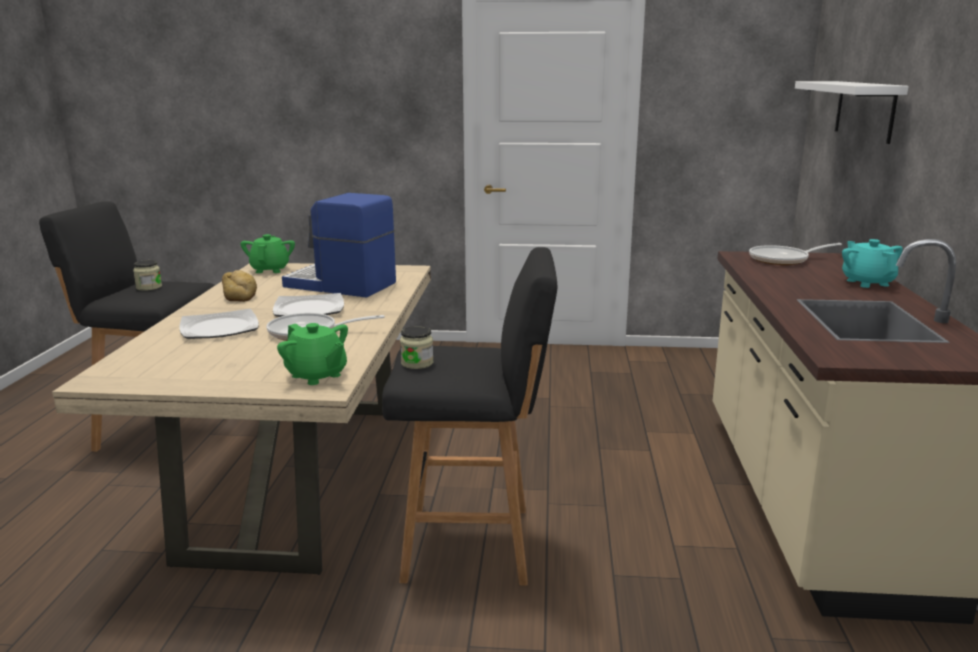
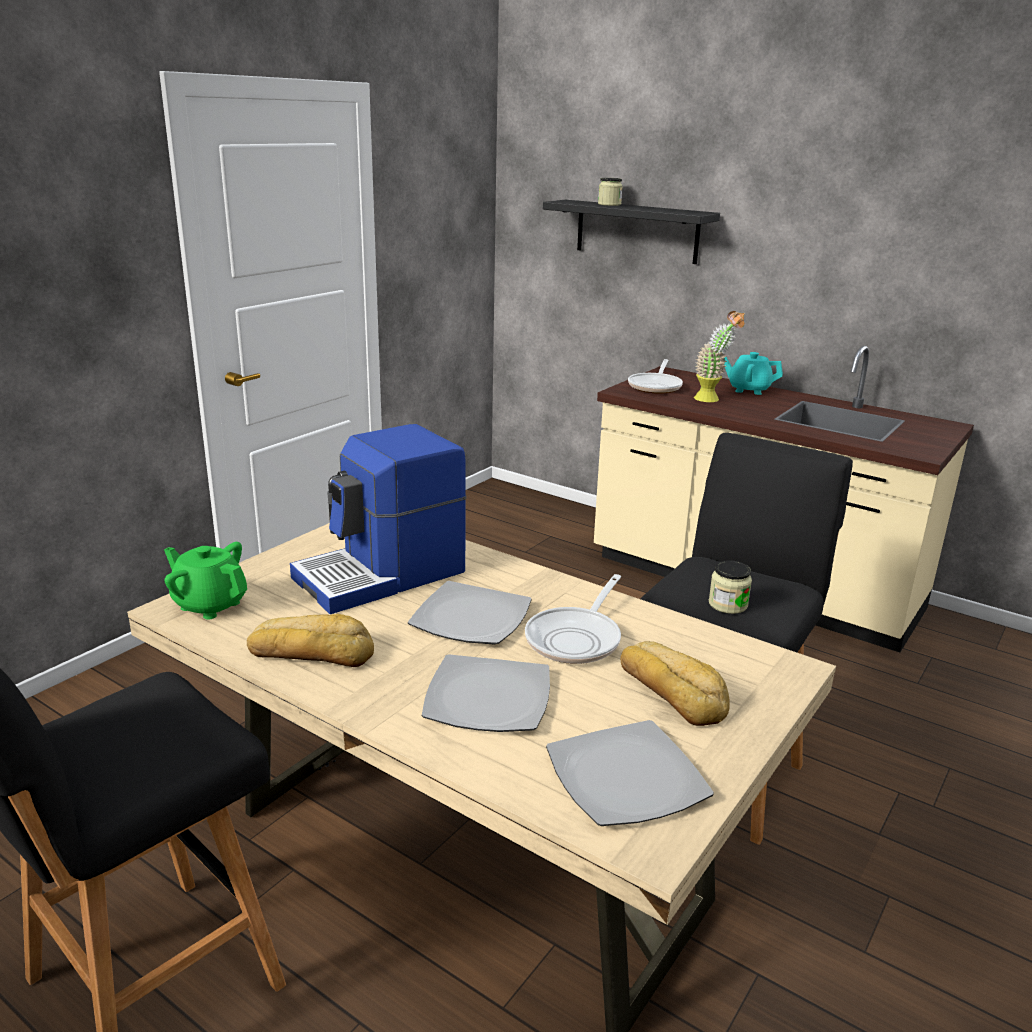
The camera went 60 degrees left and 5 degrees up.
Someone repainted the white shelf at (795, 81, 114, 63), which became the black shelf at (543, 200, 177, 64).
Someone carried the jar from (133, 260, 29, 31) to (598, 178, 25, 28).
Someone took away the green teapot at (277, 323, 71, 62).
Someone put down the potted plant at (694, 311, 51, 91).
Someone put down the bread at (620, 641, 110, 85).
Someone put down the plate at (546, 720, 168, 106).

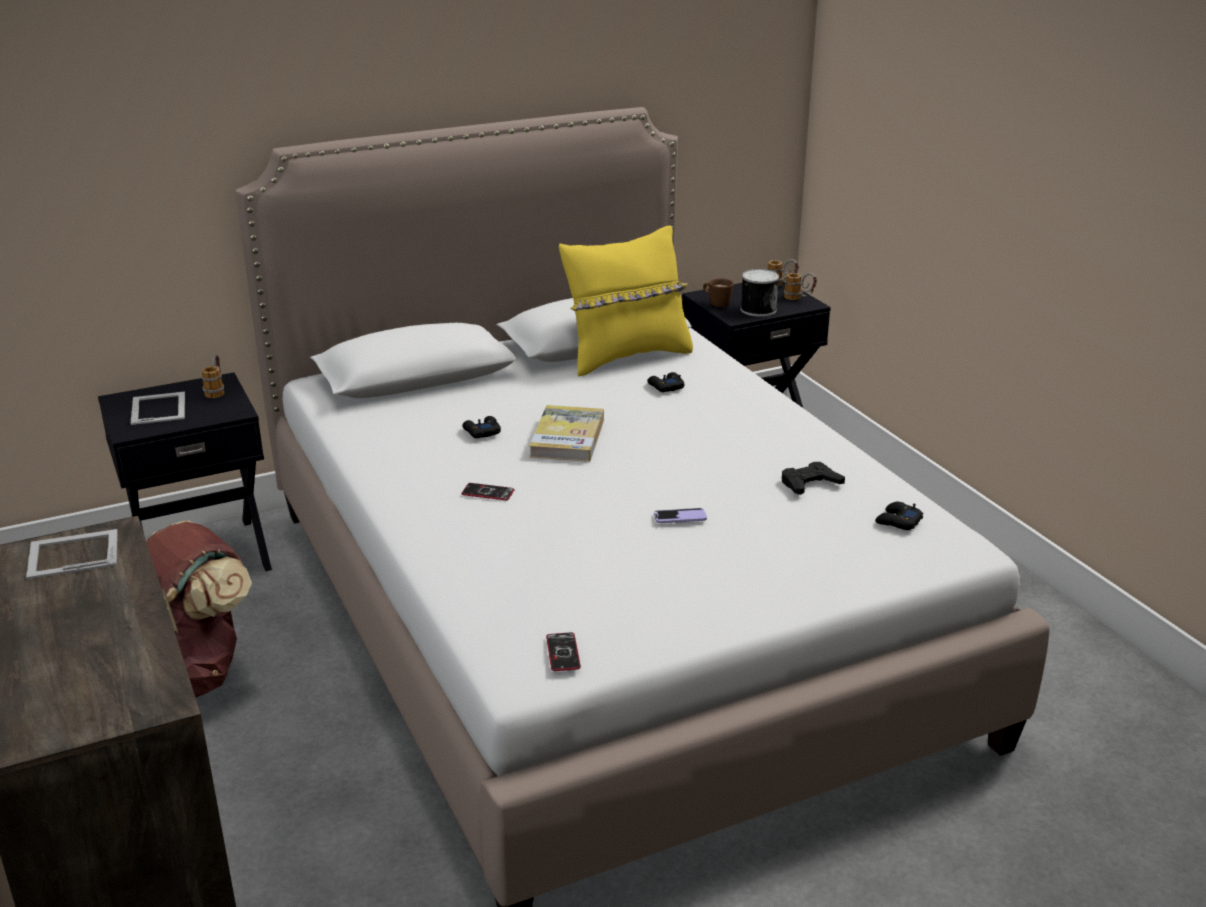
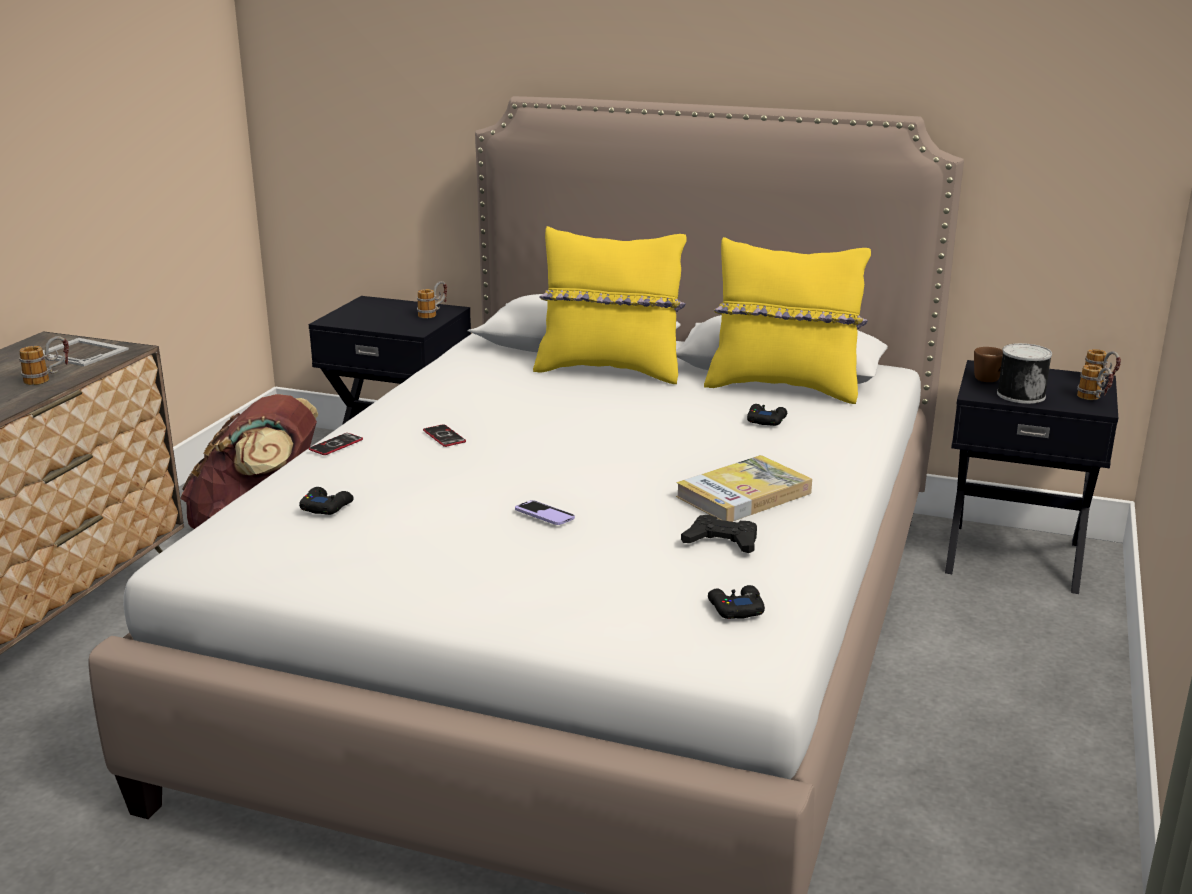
The camera went 45 degrees right and 5 degrees down.
Someone took away the picture frame at (131, 391, 54, 34).
Someone carried the book from (529, 405, 75, 57) to (676, 455, 136, 67).
Someone carried the black game controller from (462, 416, 39, 22) to (299, 487, 55, 28).
Someone carried the phone from (546, 632, 35, 39) to (309, 433, 54, 22).
Someone put down the yellow pillow at (533, 226, 153, 158).
Someone put down the mug at (19, 336, 50, 49).

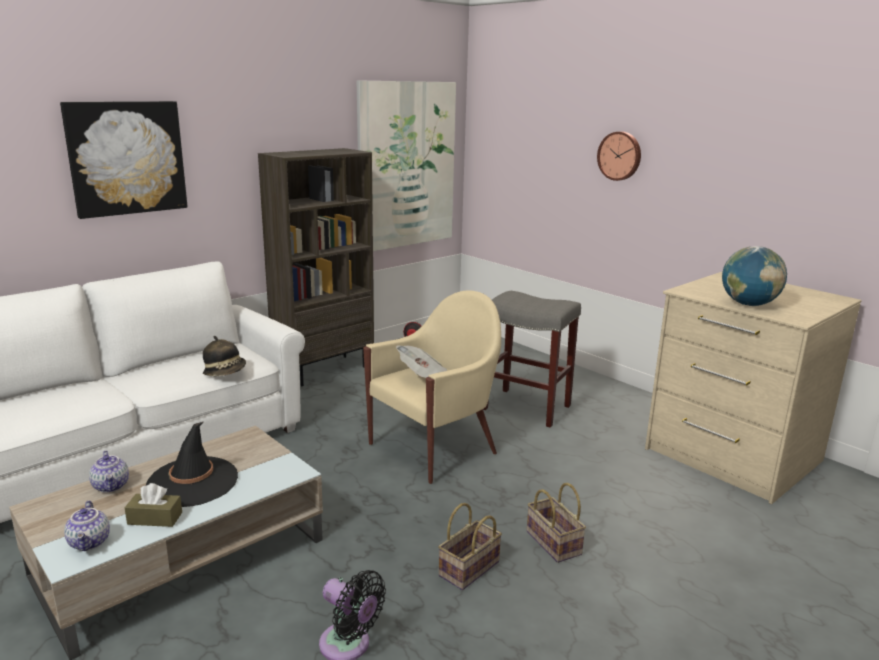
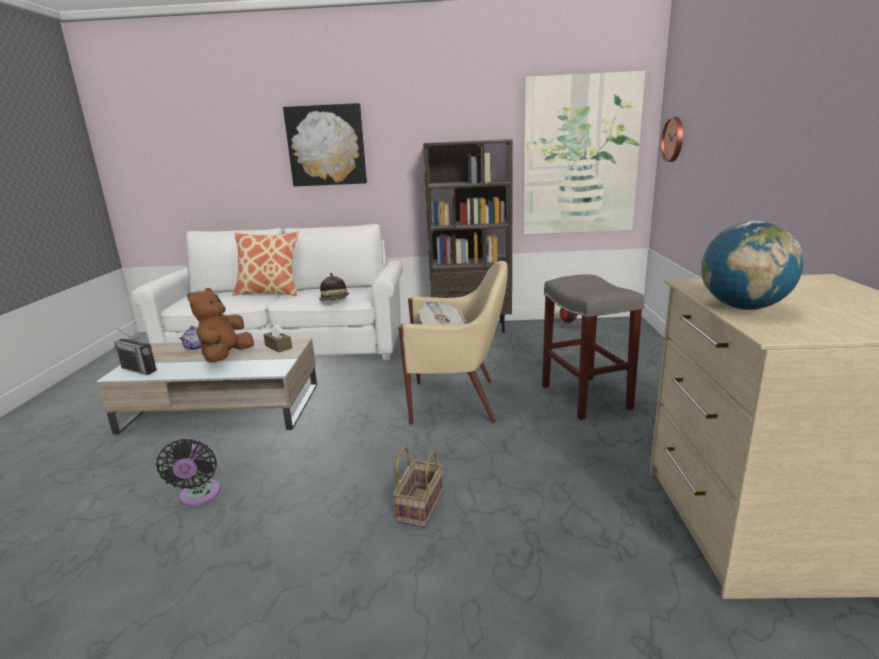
The camera went 45 degrees right and 0 degrees up.
Someone carried the wall clock from (597, 131, 44, 50) to (661, 117, 22, 45).
Someone swapped the black hat at (146, 422, 92, 85) for the brown plush toy at (187, 288, 67, 75).
Someone carried the brown tissue box from (125, 483, 57, 44) to (264, 324, 28, 29).
Someone swapped the teapot at (64, 501, 46, 50) for the radio at (114, 329, 43, 46).
Someone took away the basket at (438, 503, 64, 87).
Someone put down the pillow at (232, 231, 67, 65).

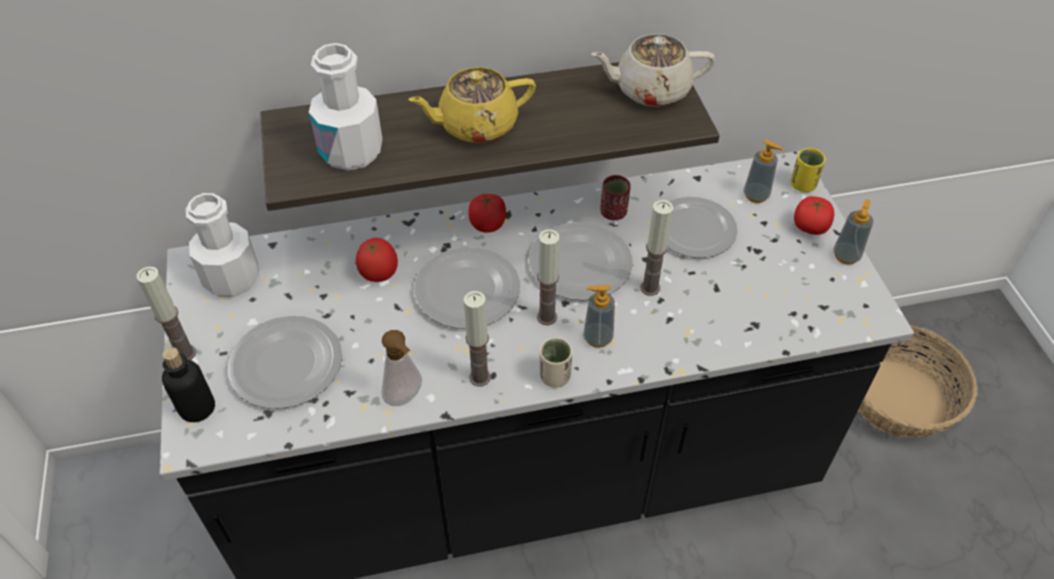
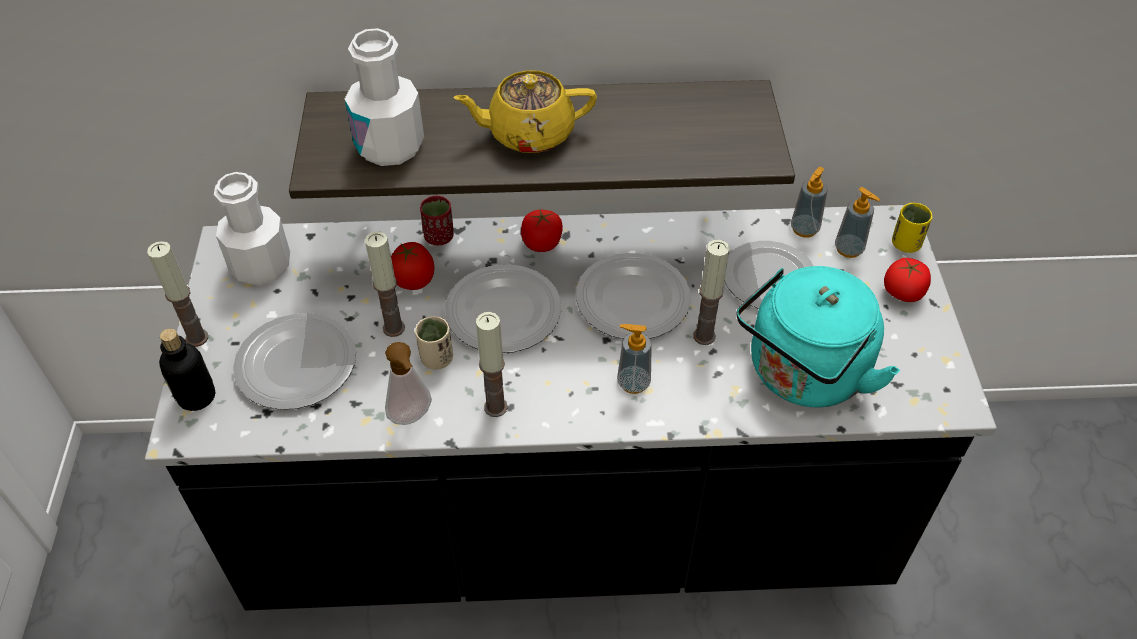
The camera went 10 degrees right and 0 degrees up.
Someone took away the beige teapot at (591, 34, 124, 73).
Someone carried the red cup from (600, 175, 31, 45) to (420, 195, 34, 51).
Someone carried the soap dispenser from (833, 199, 40, 66) to (791, 167, 37, 71).
Someone carried the candle from (537, 229, 23, 96) to (365, 231, 40, 106).
Someone took away the basket at (858, 325, 120, 113).
Someone carried the beige cup from (540, 338, 32, 50) to (415, 316, 38, 54).
Someone put down the turquoise kettle at (737, 266, 163, 142).

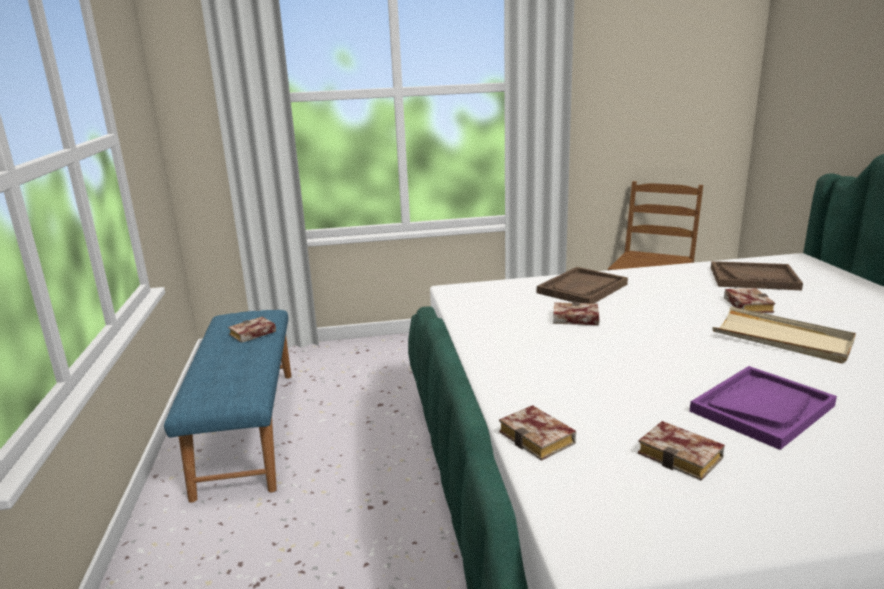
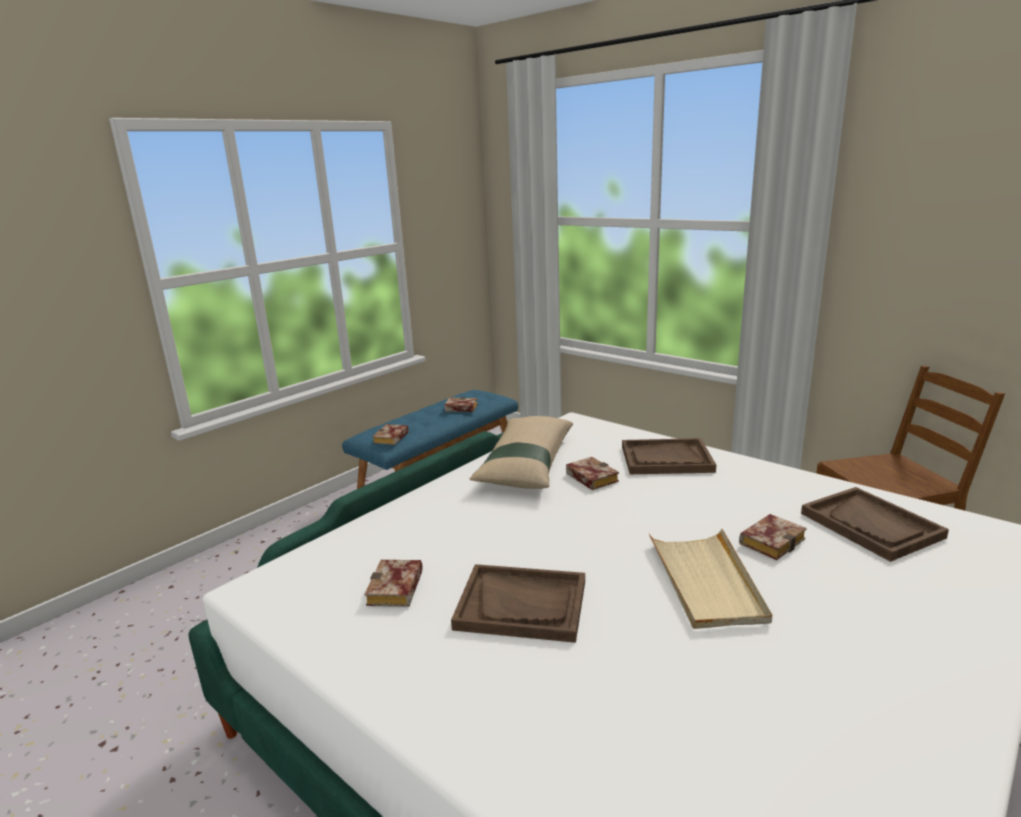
The camera went 50 degrees right and 0 degrees up.
Someone repainted the purple tray at (690, 366, 147, 84), which became the brown tray at (451, 564, 134, 79).
Someone carried the book from (499, 405, 77, 56) to (372, 424, 37, 21).
Someone put down the beige pillow at (470, 416, 103, 73).

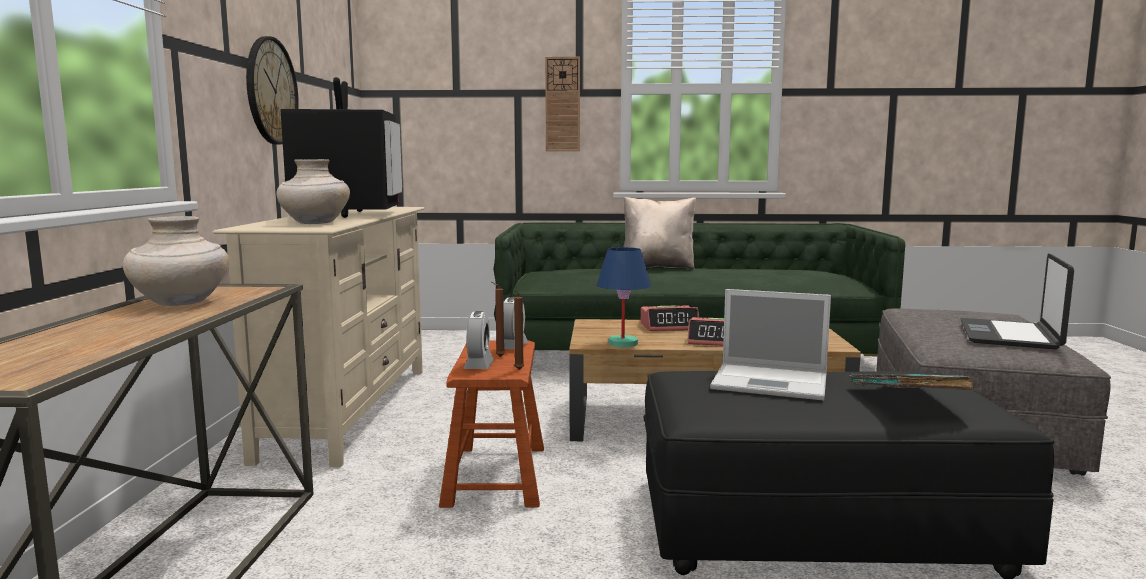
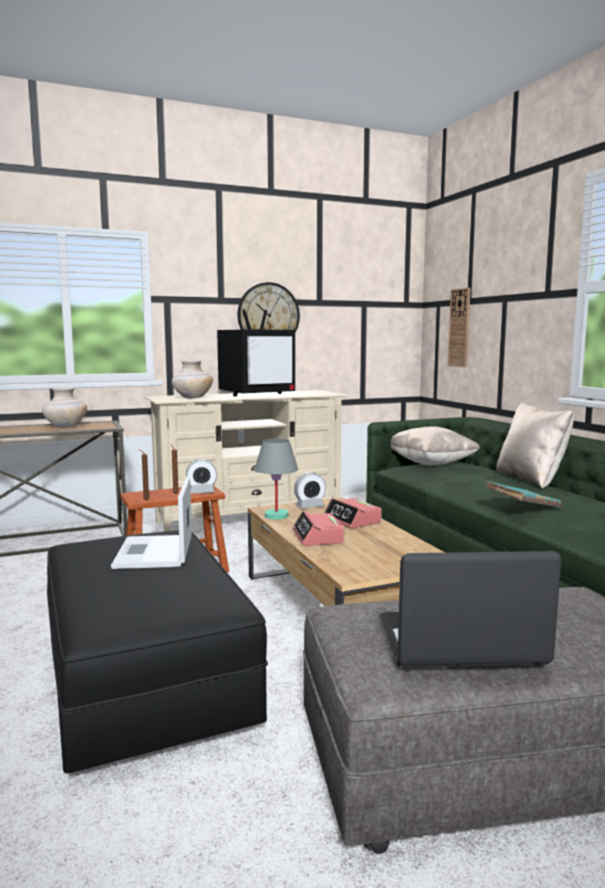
The camera went 65 degrees right and 0 degrees up.
Someone carried the wall clock from (545, 57, 35, 94) to (448, 288, 23, 79).
Someone repainted the blue table lamp at (597, 247, 54, 100), which became the grey table lamp at (254, 439, 44, 81).
Someone carried the alarm clock from (463, 311, 31, 58) to (294, 472, 32, 37).
Someone carried the turquoise book from (849, 374, 125, 16) to (486, 481, 76, 27).
Someone put down the beige pillow at (390, 426, 90, 39).

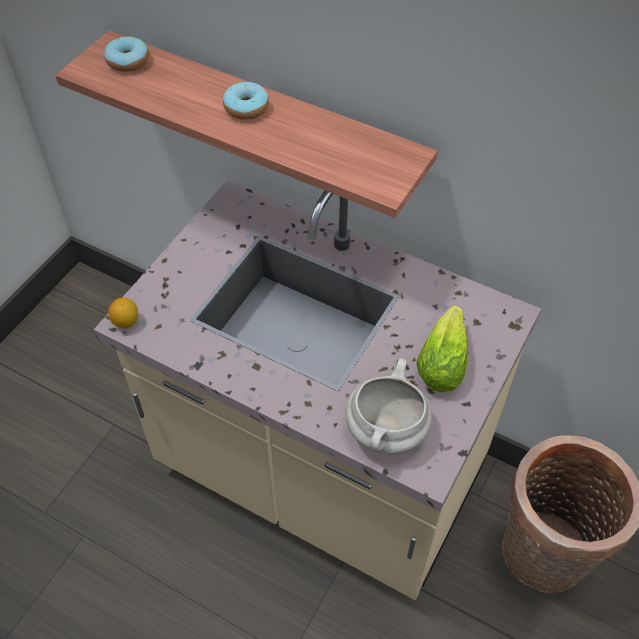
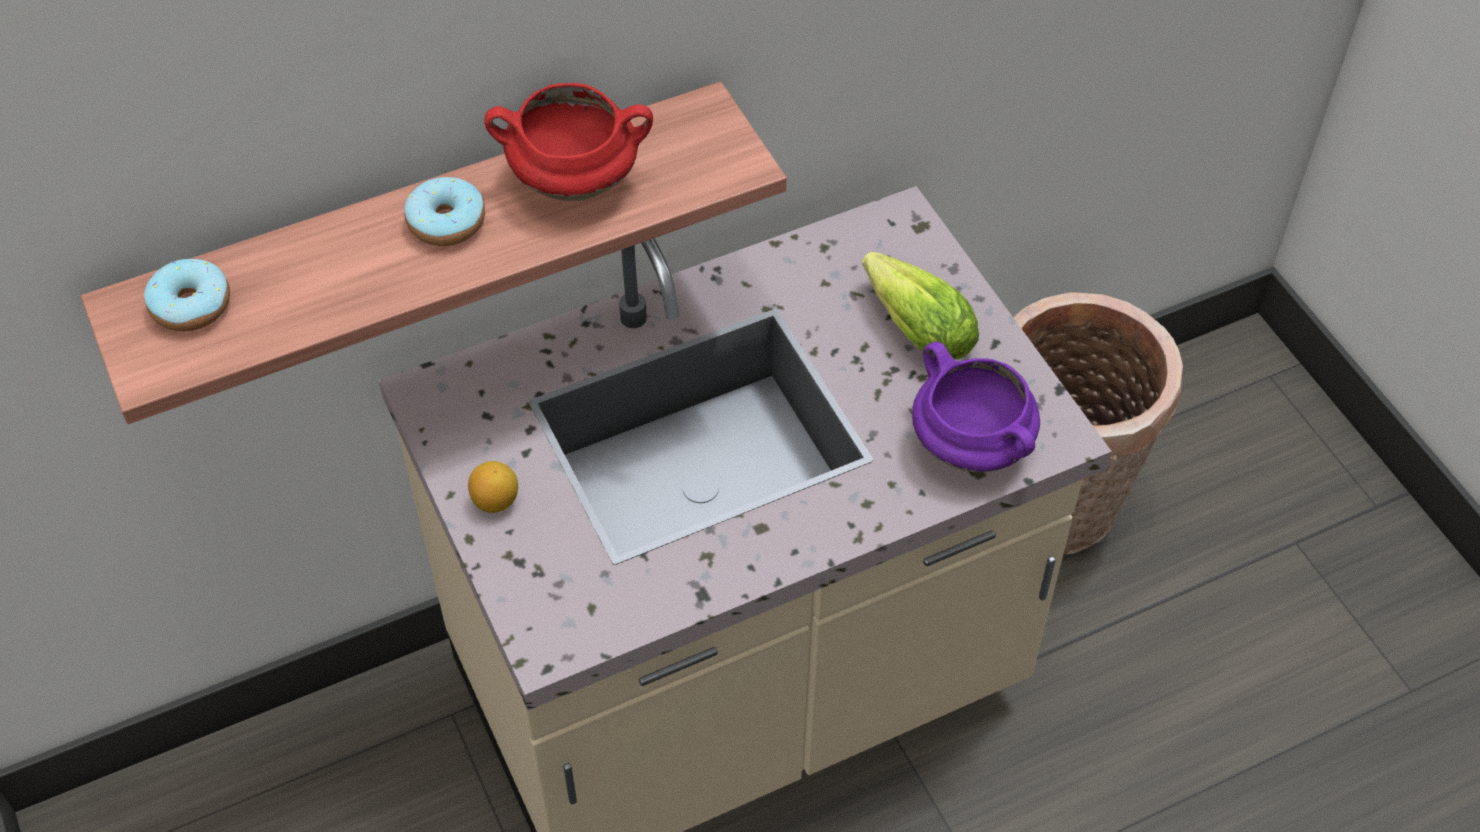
The camera went 55 degrees left and 0 degrees up.
Someone carried the lemon from (108, 298, 30, 30) to (468, 461, 50, 52).
Someone repainted the white cooking pot at (346, 358, 86, 96), which became the purple cooking pot at (912, 342, 128, 130).
Someone put down the red cooking pot at (484, 83, 169, 118).

